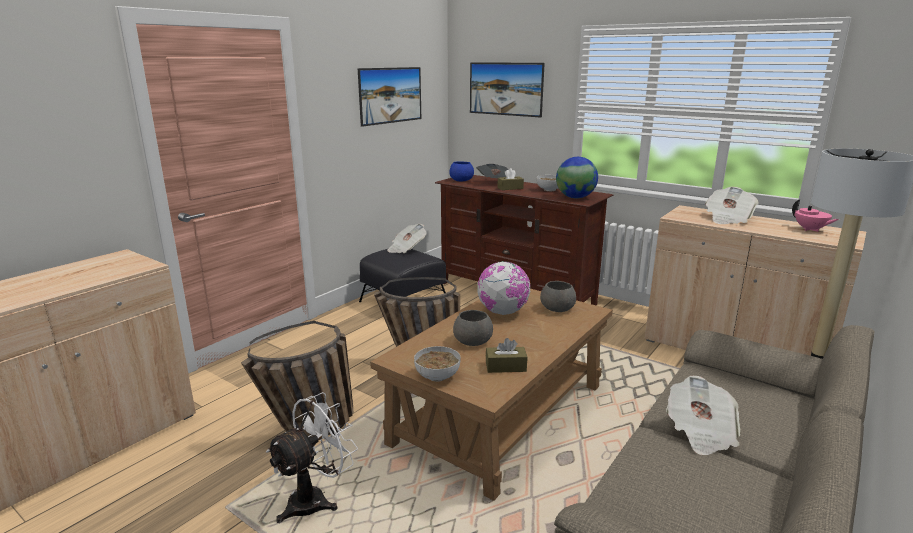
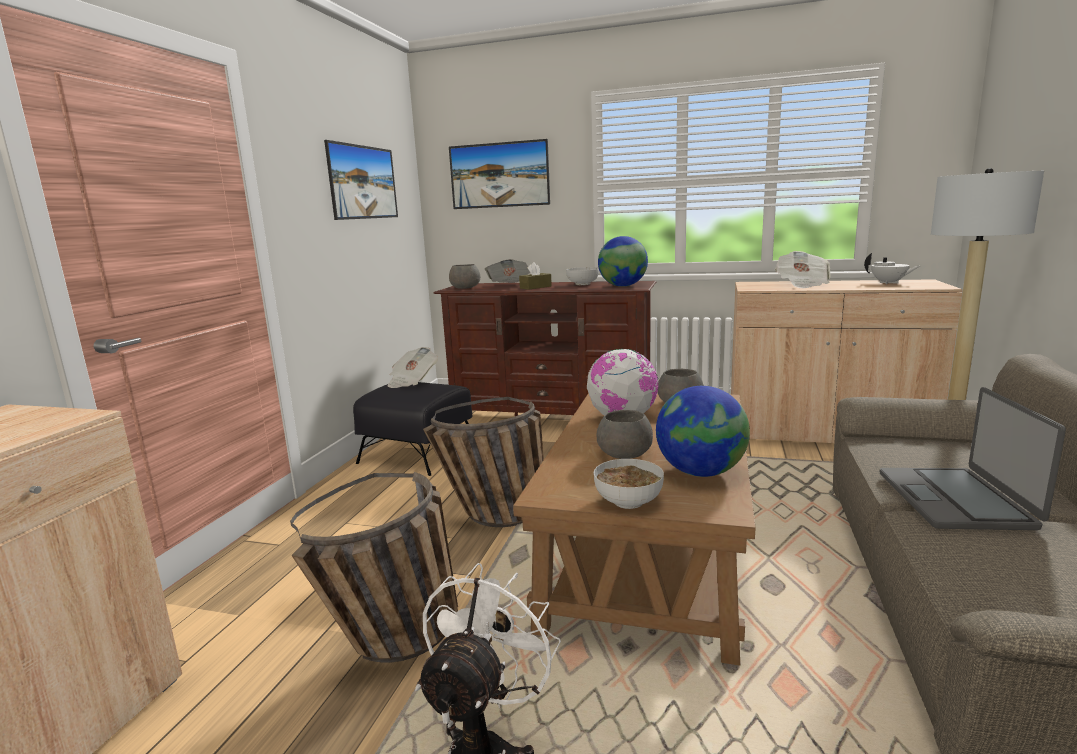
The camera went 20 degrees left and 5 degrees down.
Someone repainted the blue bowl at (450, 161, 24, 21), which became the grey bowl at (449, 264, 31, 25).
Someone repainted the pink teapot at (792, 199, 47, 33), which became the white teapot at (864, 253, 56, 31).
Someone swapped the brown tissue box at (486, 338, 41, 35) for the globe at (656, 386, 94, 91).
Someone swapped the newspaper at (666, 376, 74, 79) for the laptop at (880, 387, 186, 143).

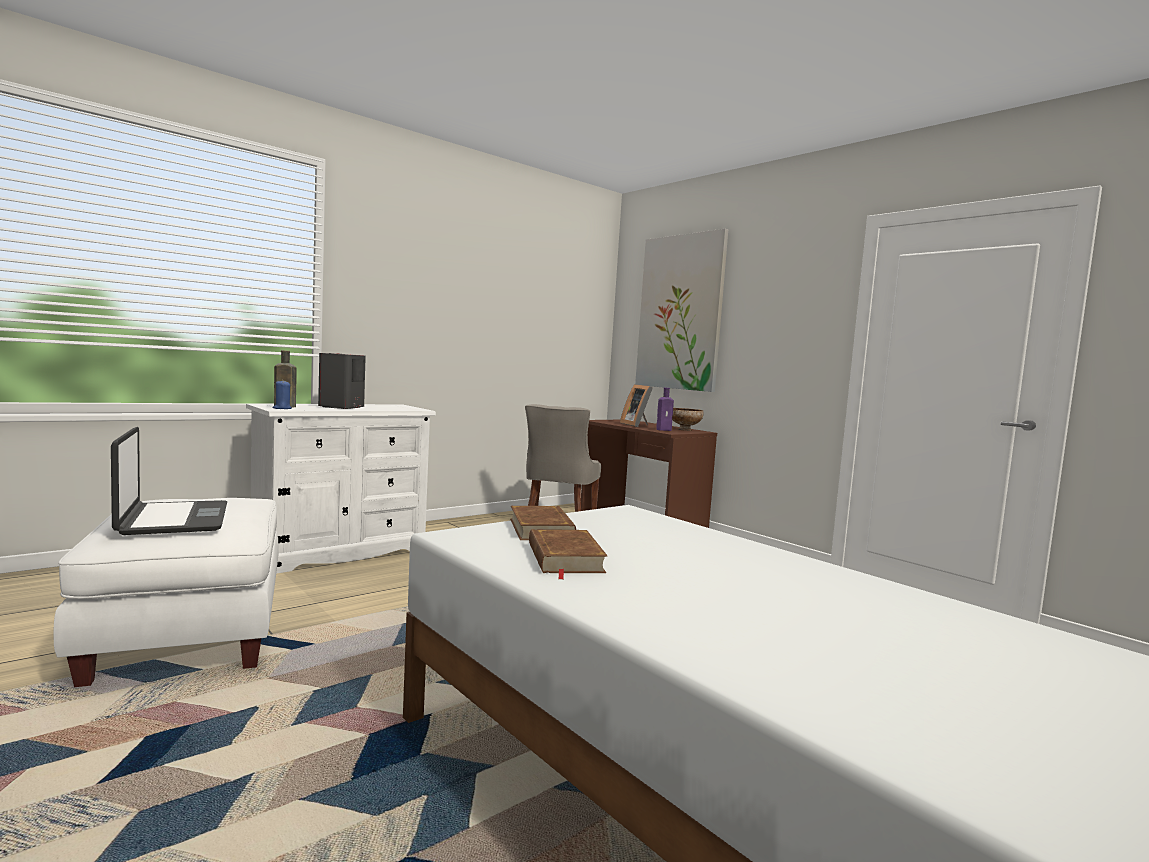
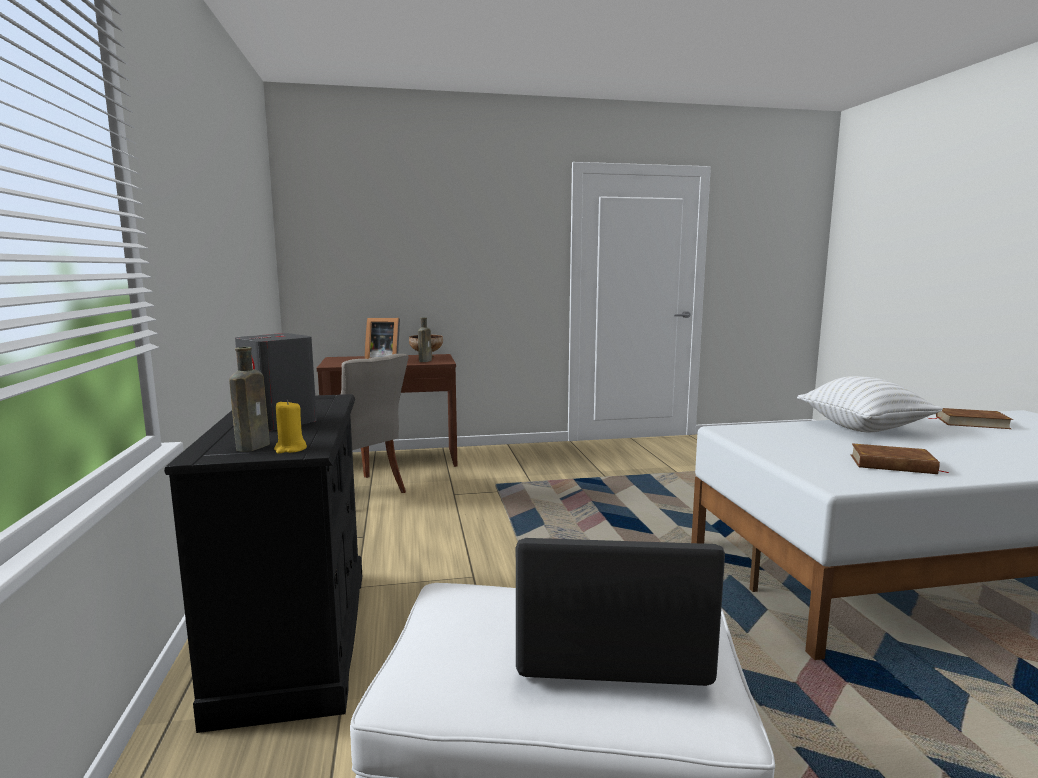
The camera went 60 degrees left and 5 degrees up.
Someone took away the picture at (635, 229, 93, 163).
Someone repainted the blue candle at (273, 381, 19, 28), which became the yellow candle at (274, 400, 33, 54).
Someone repainted the purple bottle at (656, 388, 18, 43), which became the brown bottle at (418, 317, 14, 45).
Someone repainted the white dresser at (246, 404, 190, 170), which became the black dresser at (164, 394, 198, 339).
Someone carried the brown book from (510, 506, 66, 34) to (928, 408, 85, 21).
Someone put down the white pillow at (797, 376, 146, 56).

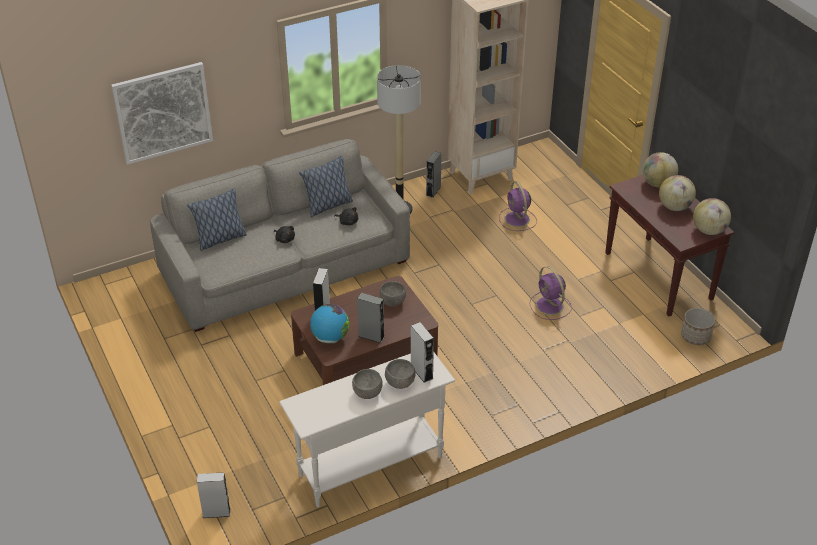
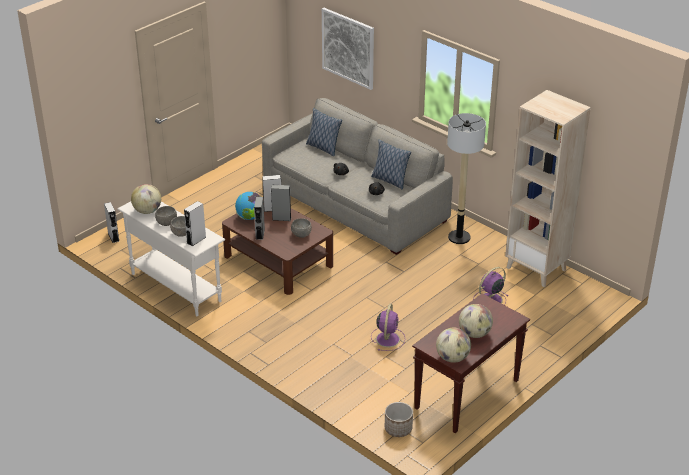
The camera went 70 degrees right and 5 degrees down.
Someone carried the grey speaker from (426, 151, 16, 47) to (271, 185, 20, 36).
Someone carried the globe from (642, 152, 36, 36) to (131, 184, 30, 30).
Someone rotated the purple fan at (530, 266, 42, 54) by 150 degrees clockwise.

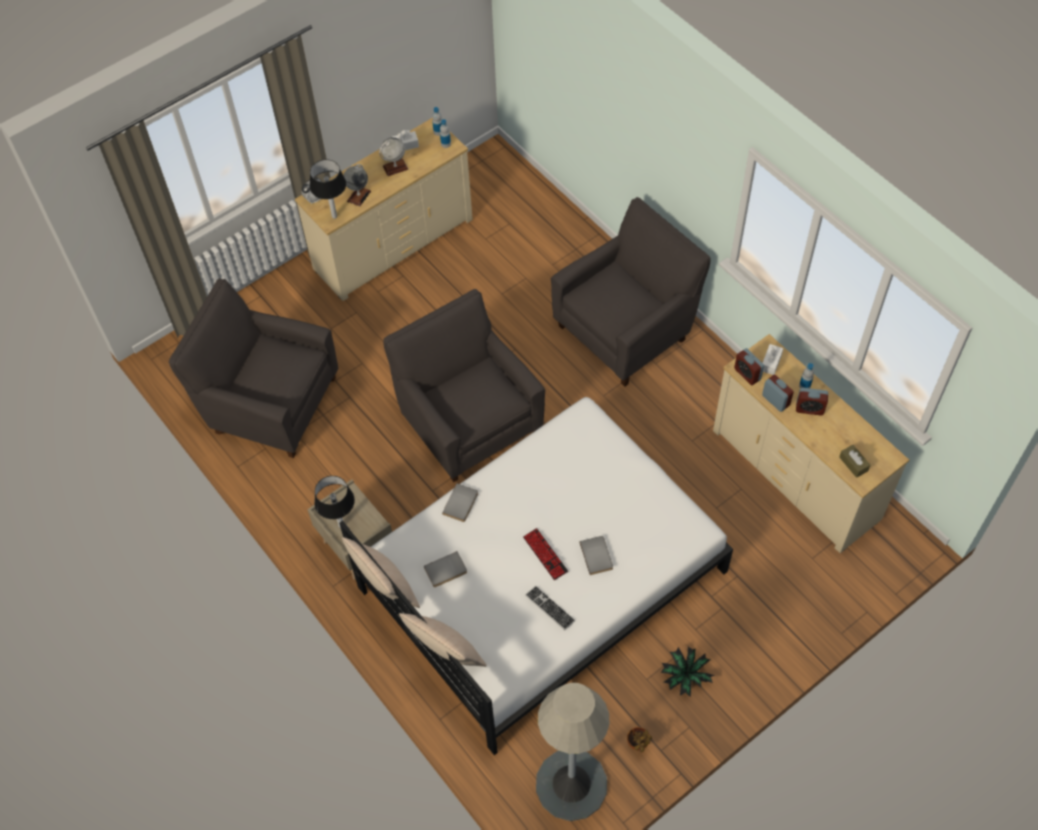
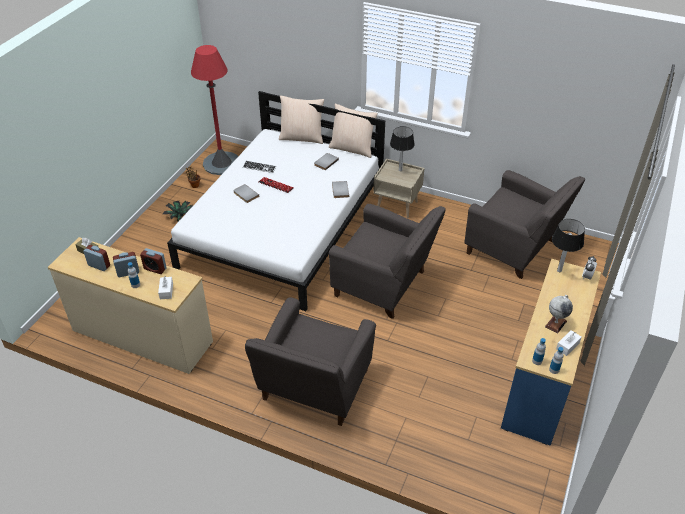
The camera went 150 degrees right and 15 degrees down.
Someone repainted the beige dresser at (295, 118, 178, 183), which became the blue dresser at (501, 259, 100, 187).
Someone took away the globe at (344, 164, 27, 42).
Someone rotated the grey armchair at (169, 278, 170, 180) by 45 degrees clockwise.
Someone carried the alarm clock from (734, 348, 30, 38) to (83, 245, 27, 26).
Someone repainted the grey floor lamp at (536, 683, 73, 138), which became the red floor lamp at (191, 45, 47, 130).

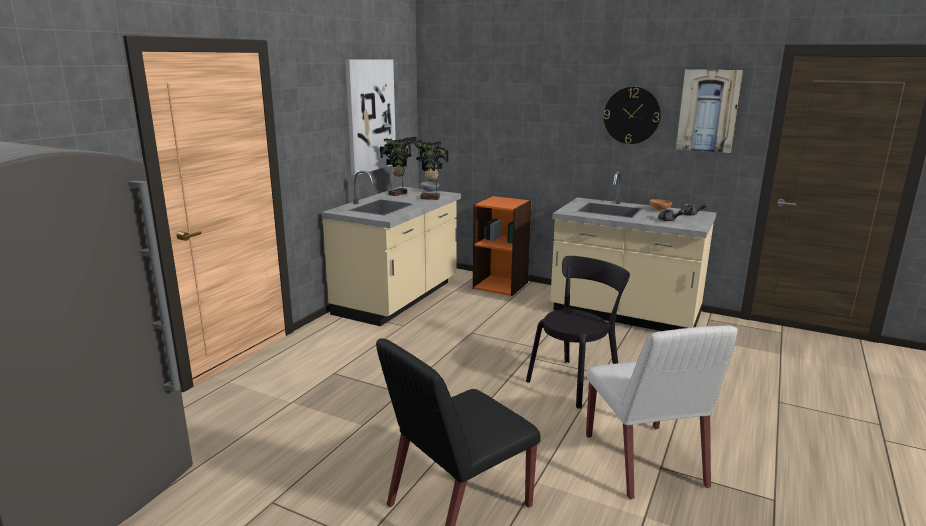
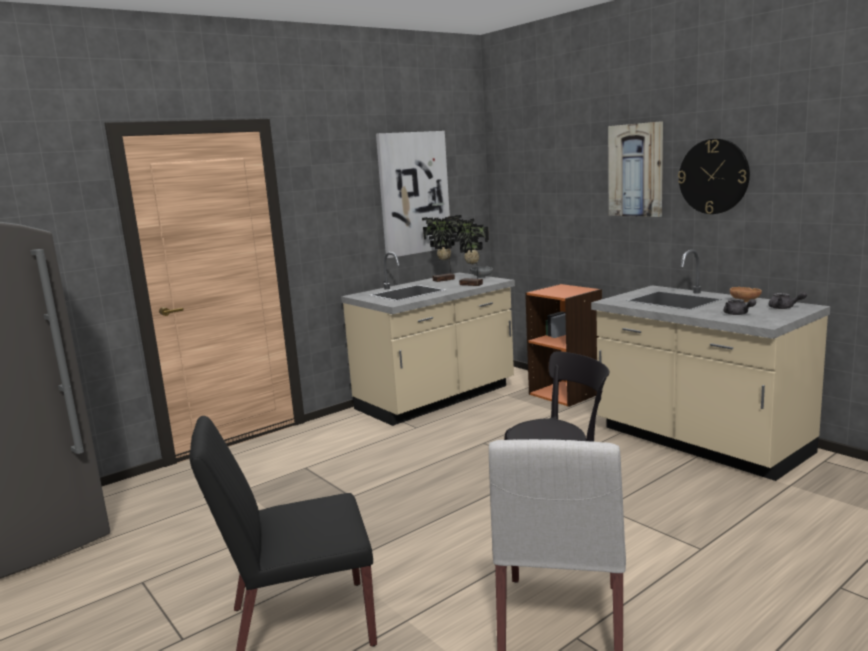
The camera went 25 degrees right and 5 degrees down.
Someone carried the picture from (676, 69, 67, 84) to (608, 121, 55, 96).

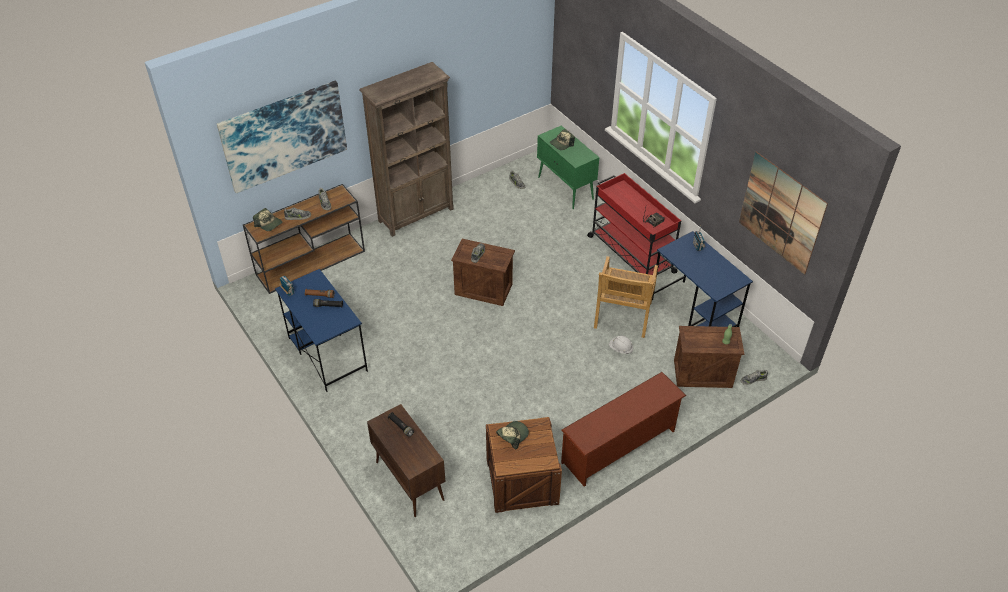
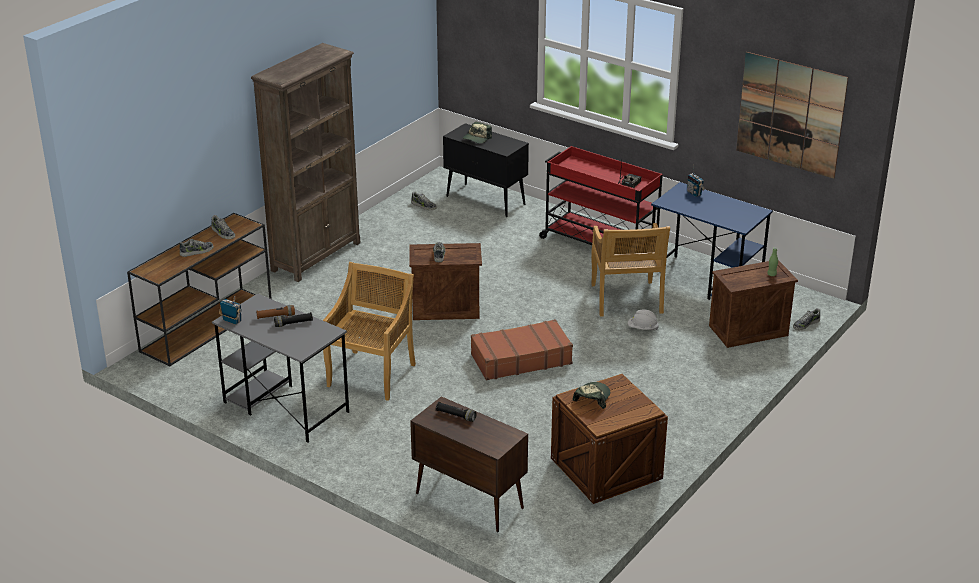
The camera went 20 degrees left and 15 degrees down.
Someone took away the picture at (217, 80, 130, 113).
Someone repainted the green cabinet at (537, 125, 62, 84), which became the black cabinet at (443, 123, 86, 94).
Someone took away the cap at (253, 208, 29, 23).
Someone repainted the blue desk at (275, 269, 93, 123), which became the grey desk at (212, 293, 137, 150).
Someone took away the brown shoe rack at (561, 372, 125, 115).
Someone put down the beige chair at (323, 262, 93, 139).
Someone put down the brown suitcase at (471, 319, 102, 61).

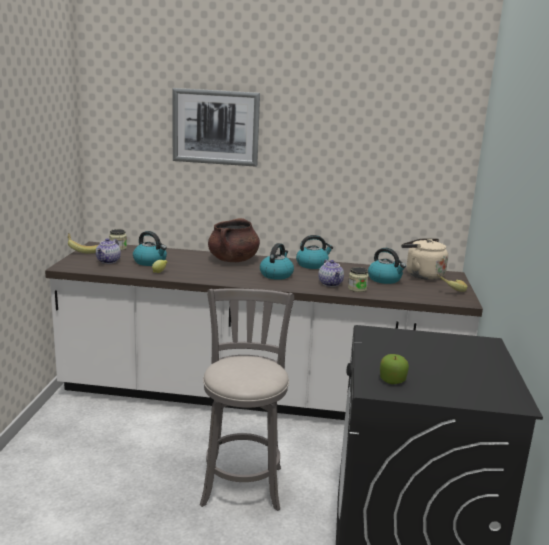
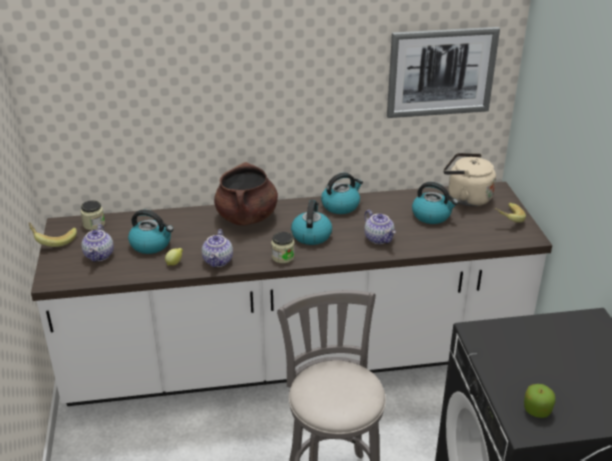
The camera went 15 degrees left and 15 degrees up.
Someone carried the picture from (172, 88, 88, 79) to (387, 27, 113, 91).
Someone carried the jar from (348, 267, 20, 25) to (271, 232, 24, 31).
Someone put down the teapot at (202, 229, 31, 38).

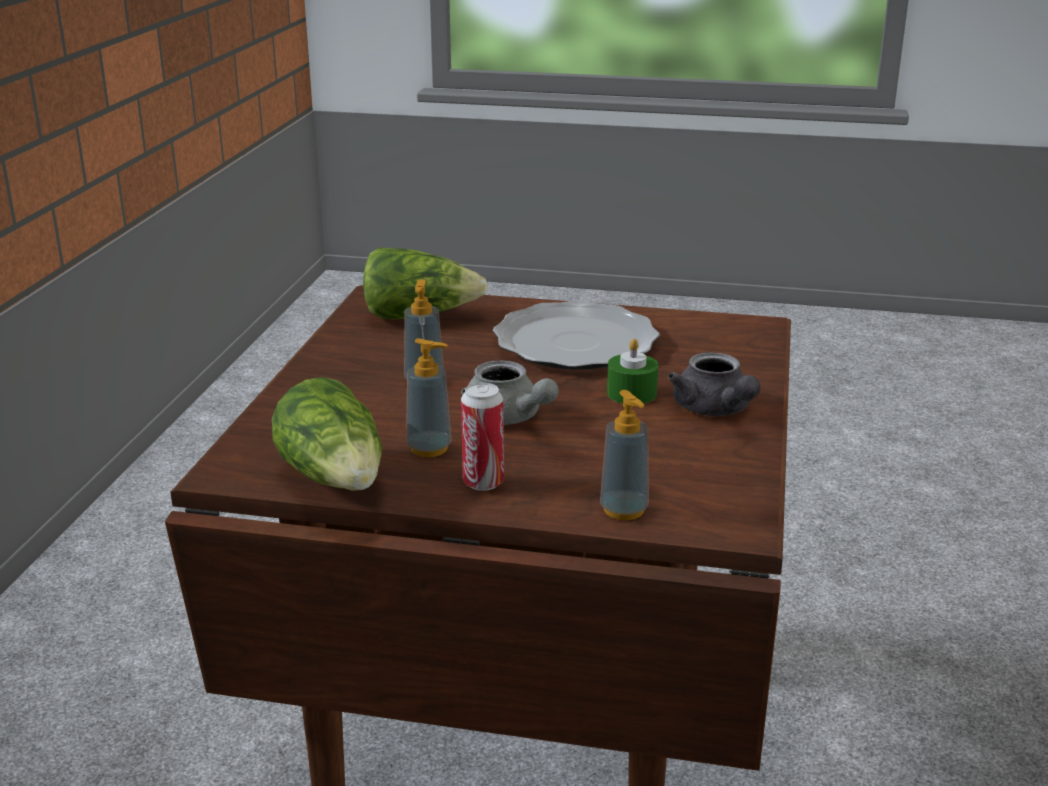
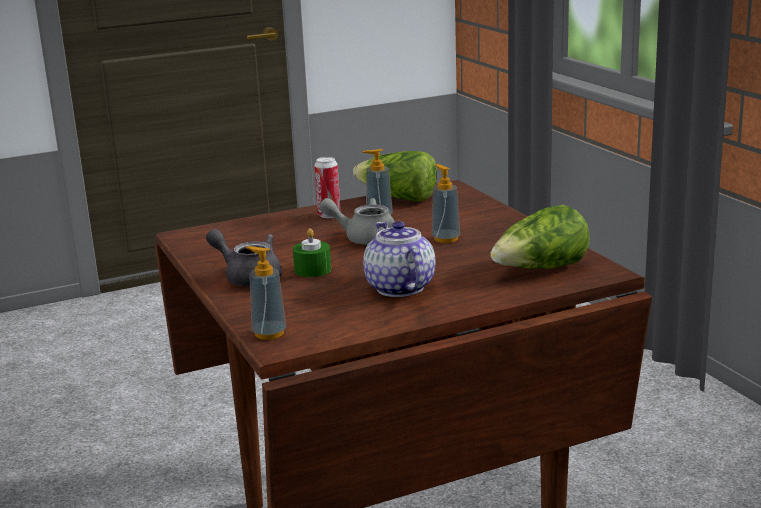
The camera went 145 degrees right and 5 degrees down.
Someone swapped the plate at (493, 301, 167, 69) for the teapot at (363, 221, 72, 76).
Someone carried the soap dispenser from (600, 390, 49, 130) to (246, 246, 40, 94).

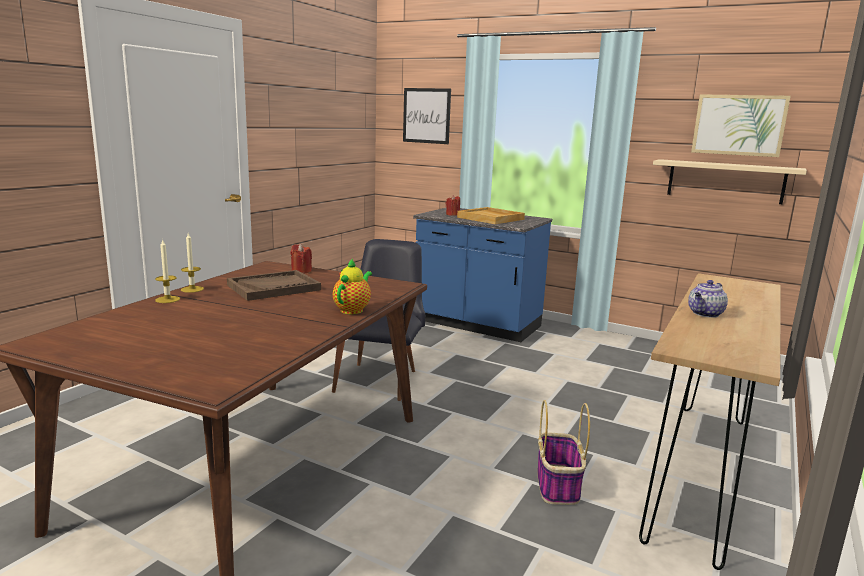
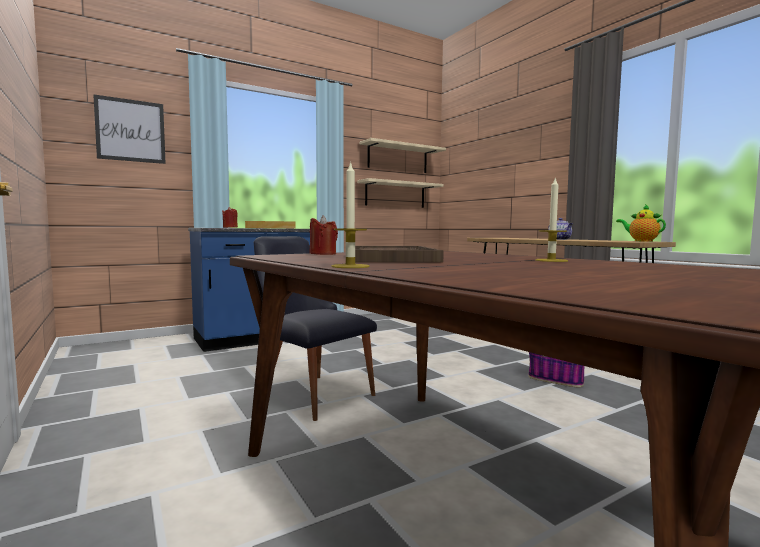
The camera went 60 degrees left and 10 degrees down.
Someone swapped the picture at (691, 94, 100, 63) for the beige shelf at (360, 138, 86, 35).
Someone carried the candle from (155, 239, 25, 64) to (535, 177, 33, 85).
Someone carried the teapot from (333, 258, 39, 56) to (616, 204, 50, 38).

